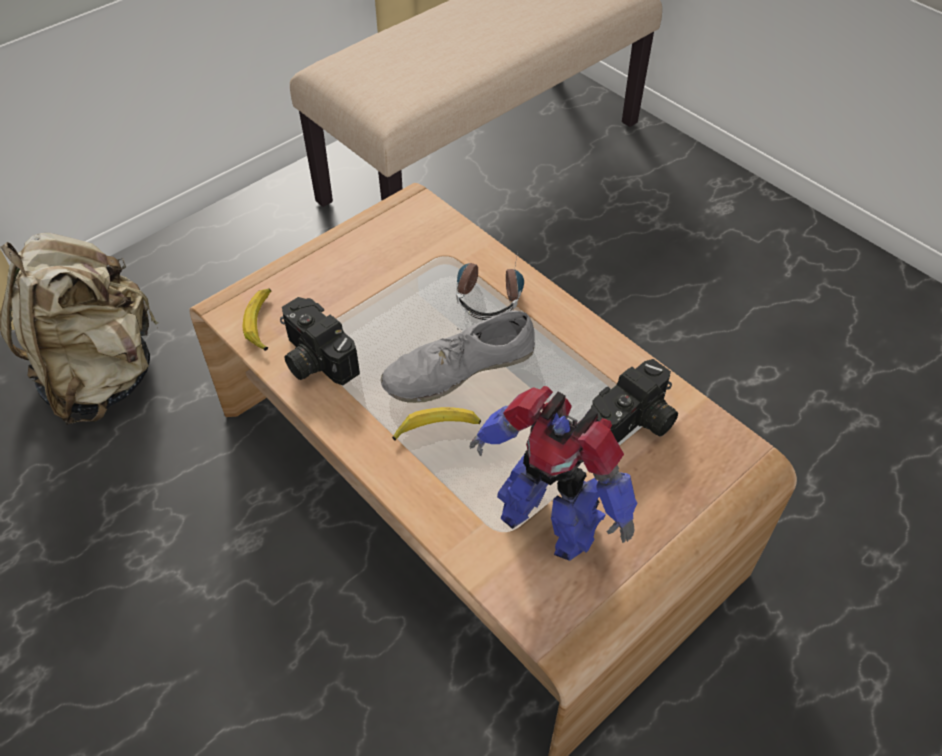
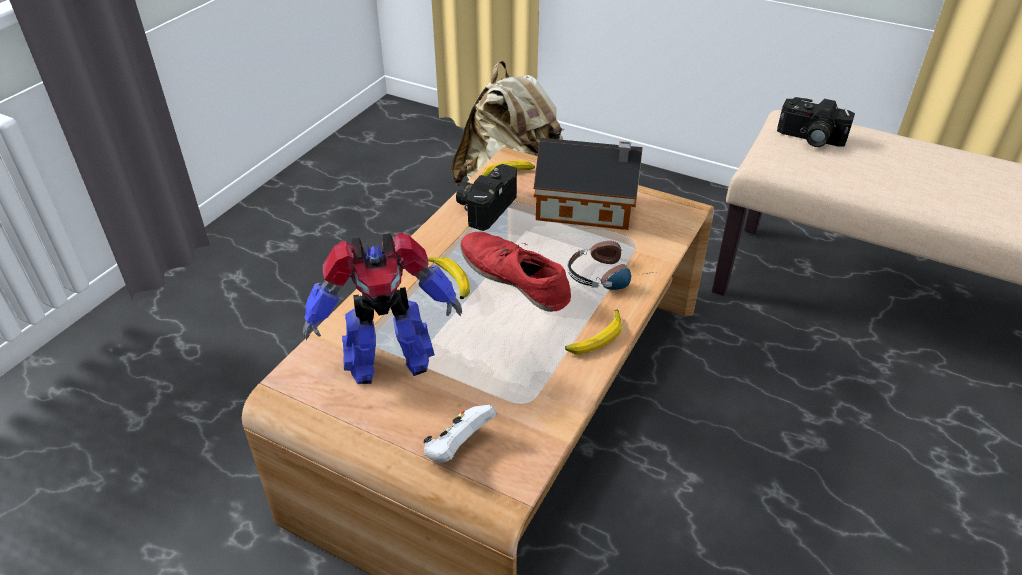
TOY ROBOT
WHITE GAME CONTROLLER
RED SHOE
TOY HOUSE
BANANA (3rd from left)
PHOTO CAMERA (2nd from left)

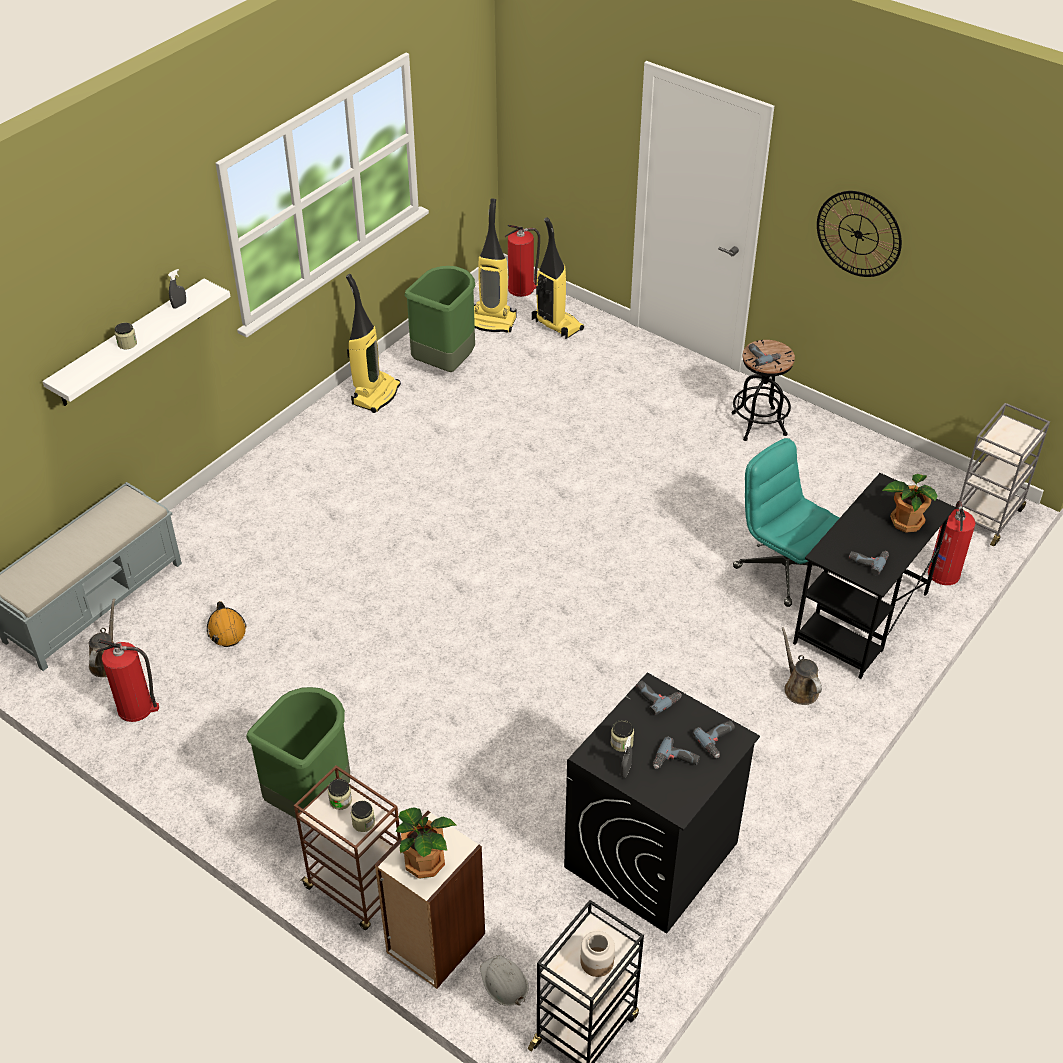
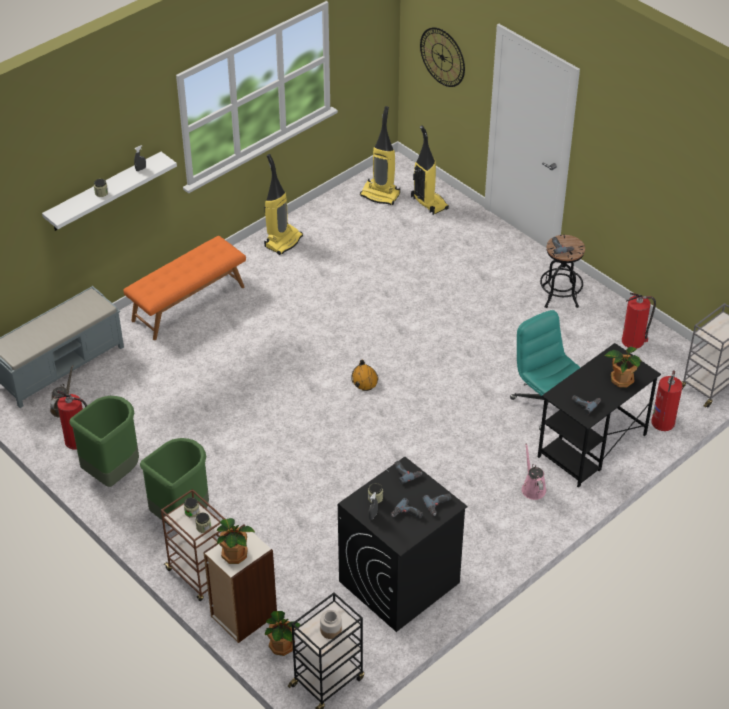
GREEN TRASH CAN (1st from left)
ORANGE BENCH
POTTED PLANT (2nd from left)
ORANGE HARD HAT
WALL CLOCK
PINK WATERING CAN
FIRE EXTINGUISHER (2nd from left)

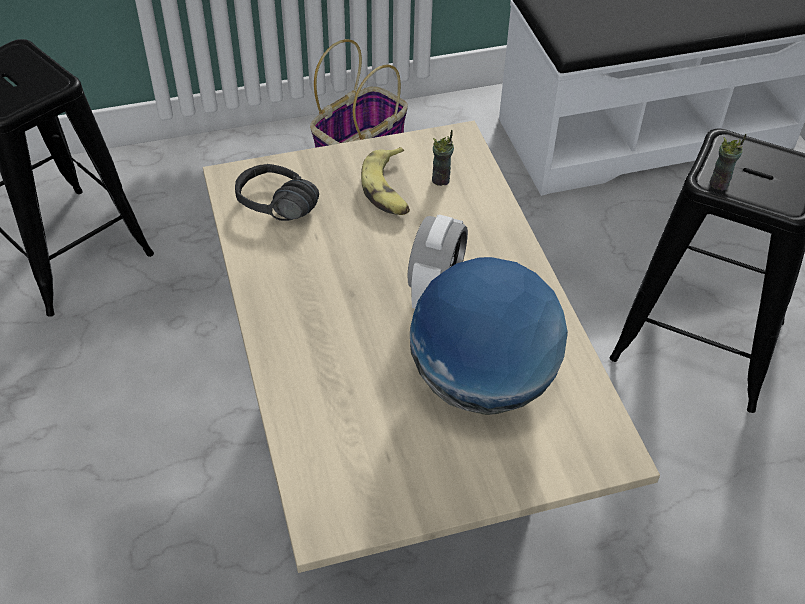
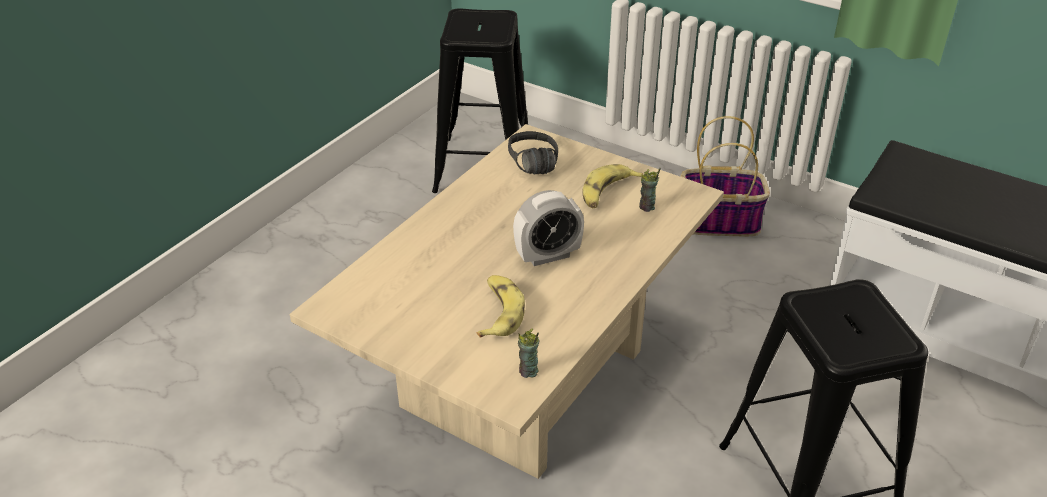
BANANA (1st from left)
CUP (1st from left)

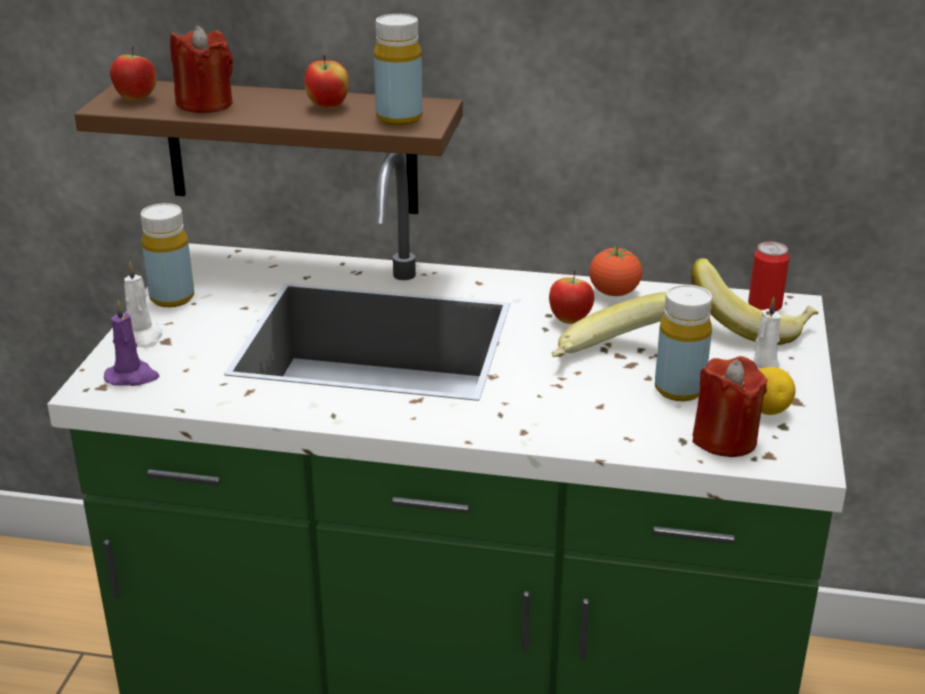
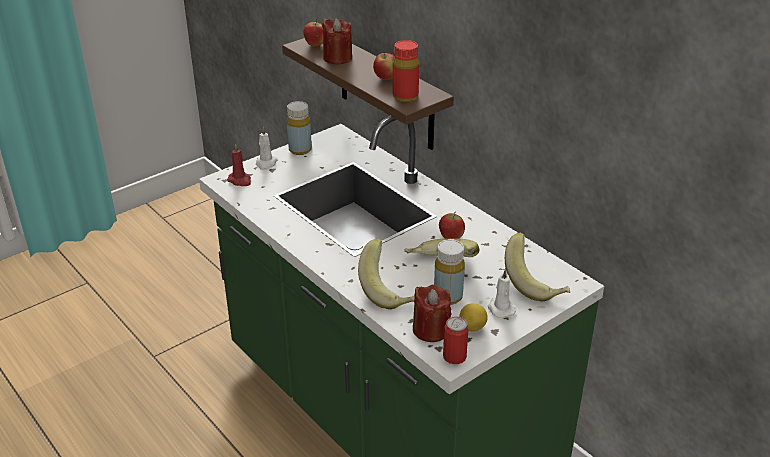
RED CANDLE (1st from left)
BANANA (1st from left)
RED BOTTLE
CAN
TOMATO

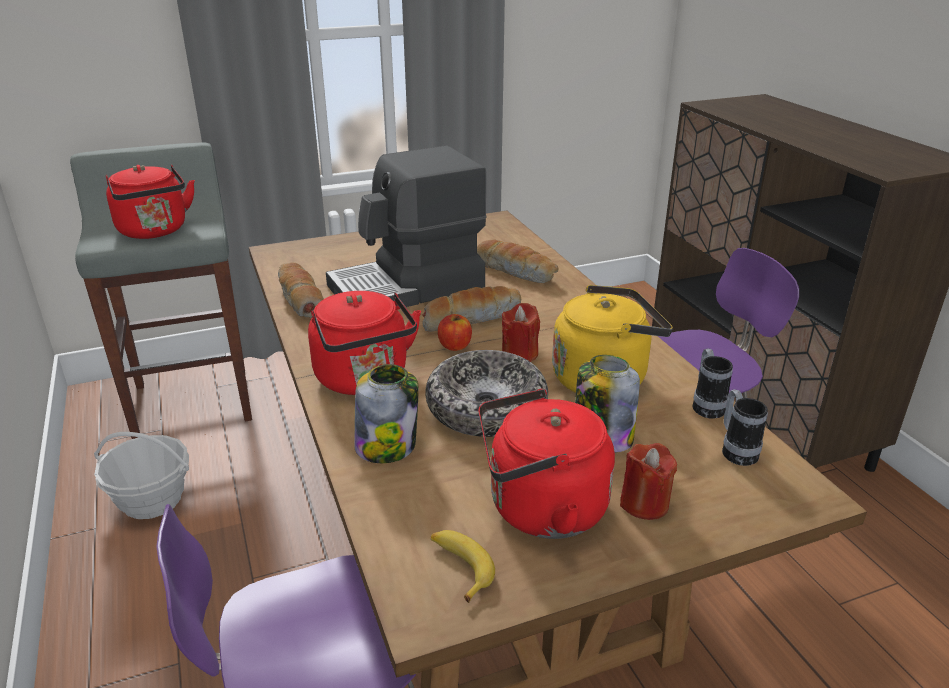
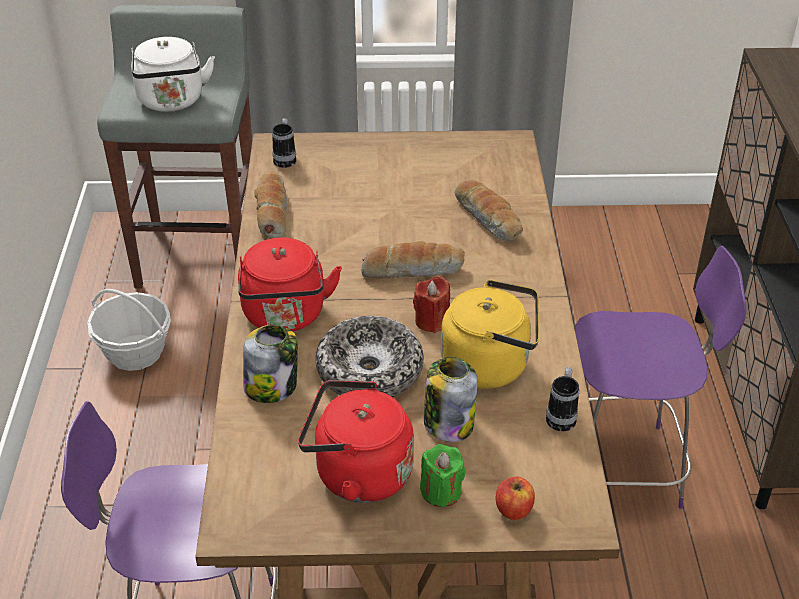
WHITE KETTLE
MUG (1st from left)
GREEN CANDLE
APPLE
COFFEE MACHINE
BANANA

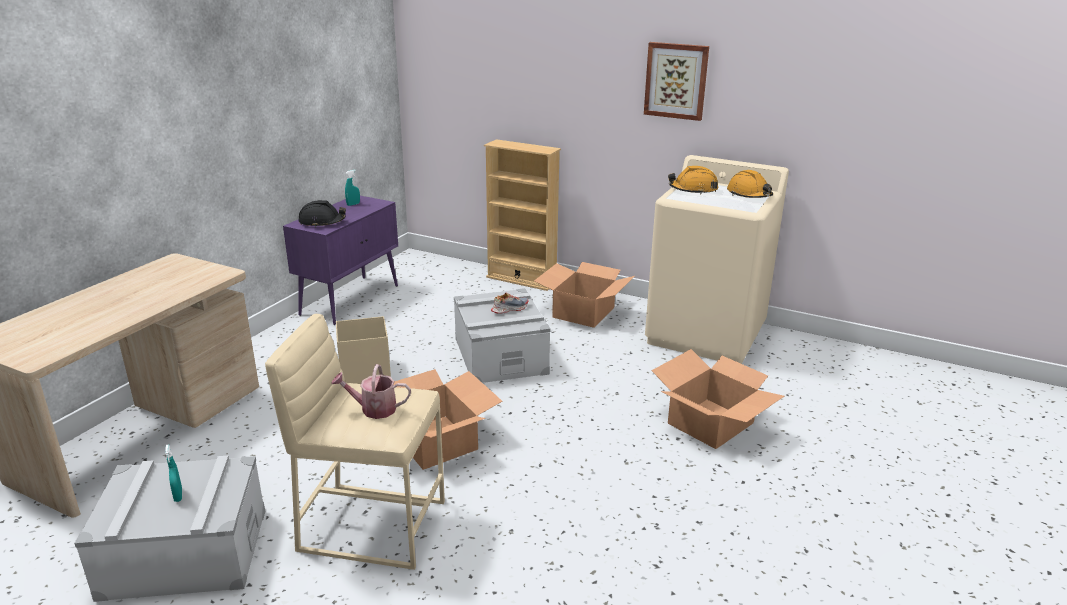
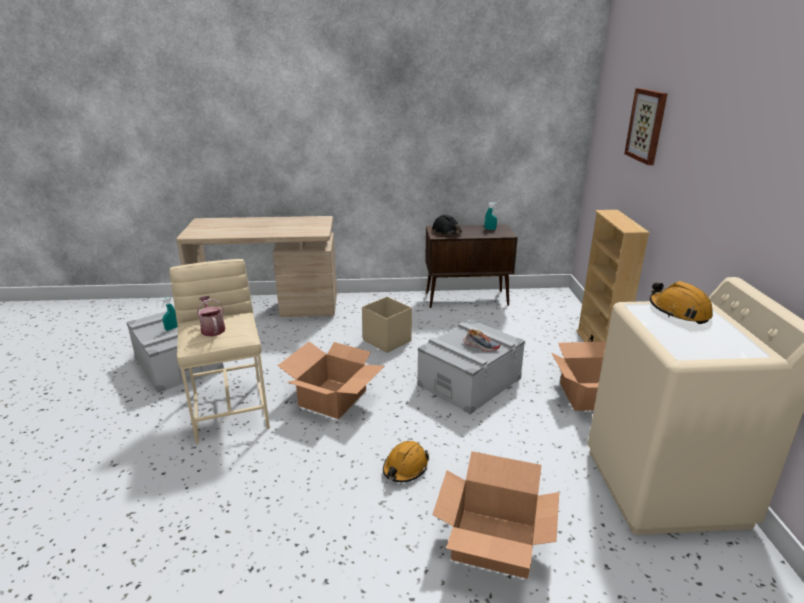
ORANGE HARD HAT (1st from left)
BROWN CABINET
PICTURE

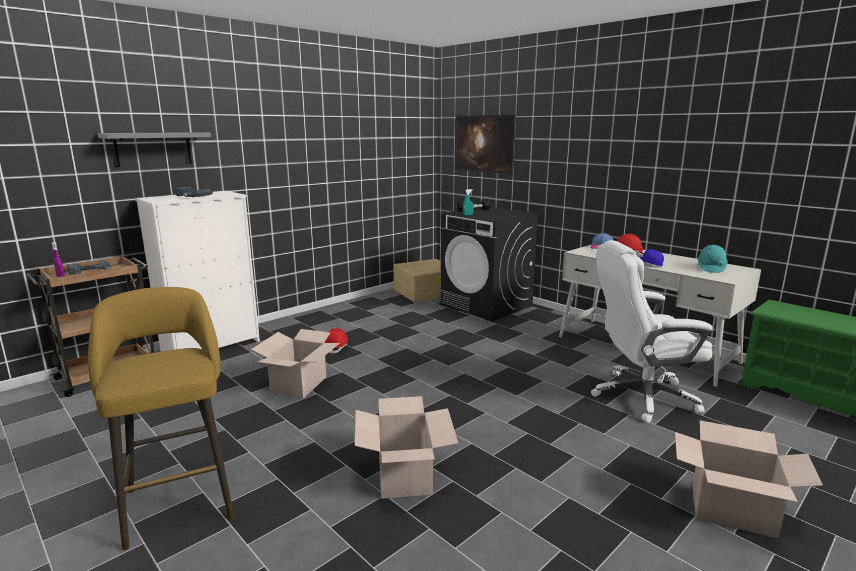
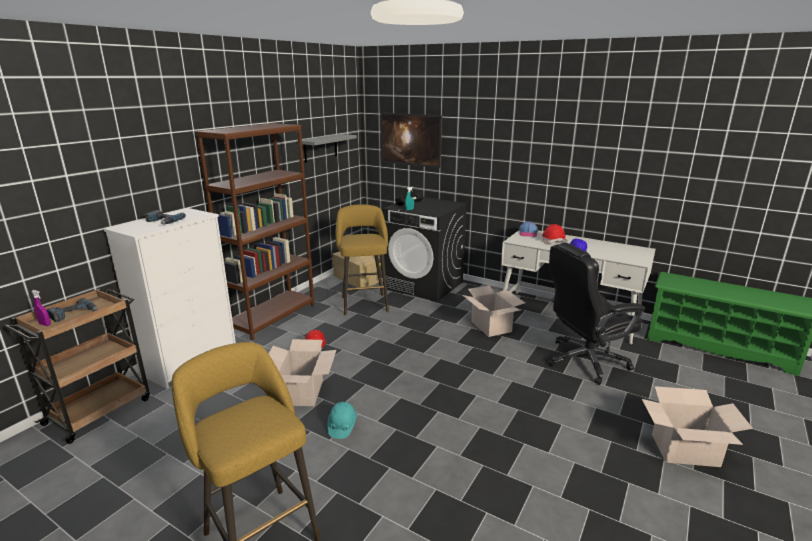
BROWN BOOKCASE
GREY SHELF
TURQUOISE HARD HAT
YELLOW STOOL (2nd from left)
CARDBOARD BOX (2nd from left)
BLACK OFFICE CHAIR

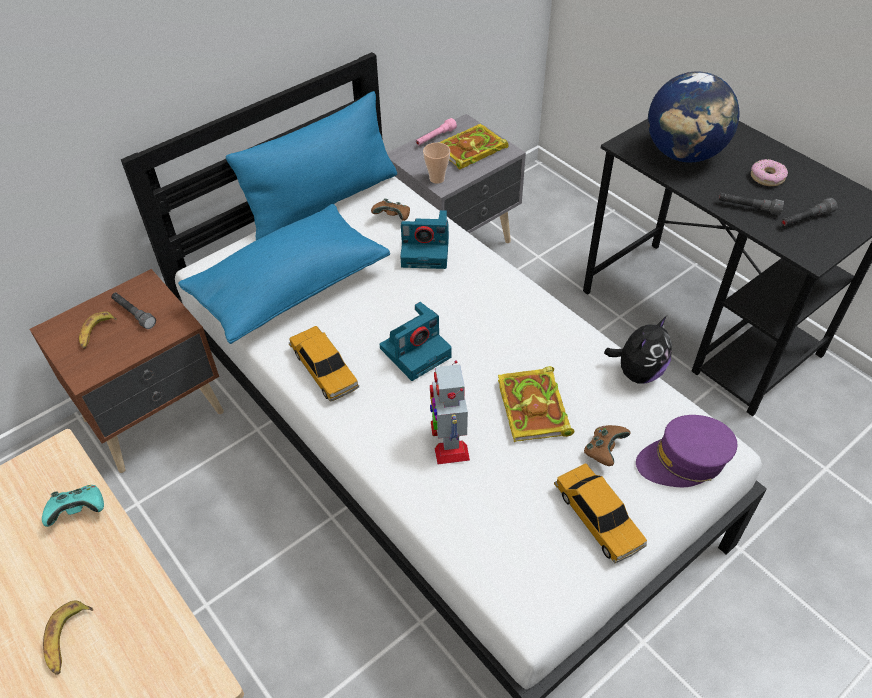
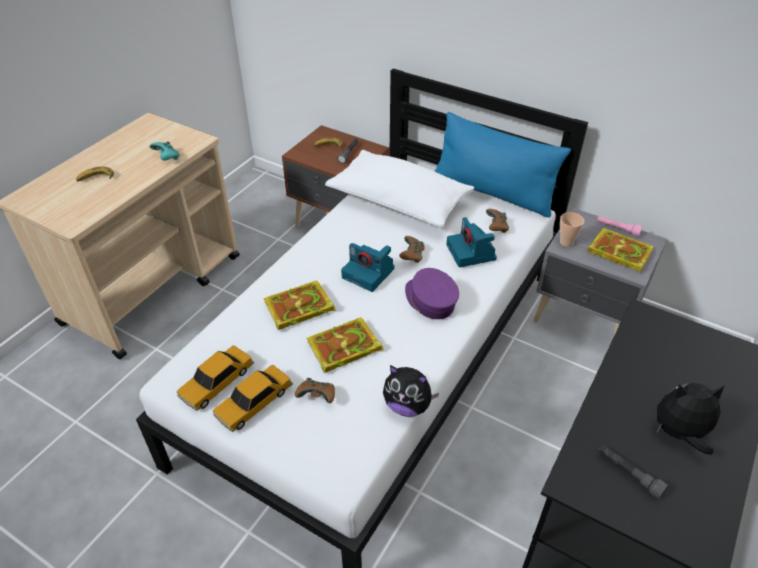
TOY CAR (1st from left)
BOOK (1st from left)
WHITE PILLOW
BROWN GAME CONTROLLER (2nd from left)
PURPLE CAP
PLUSH TOY (2nd from left)
GLOBE
GREY FLASHLIGHT (2nd from left in the first image)

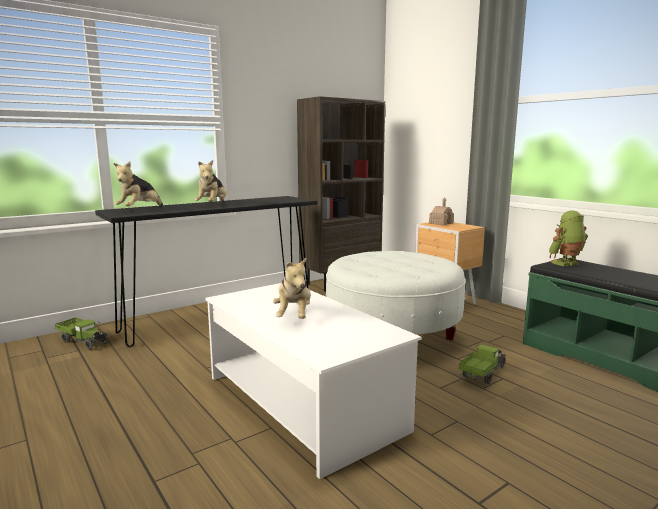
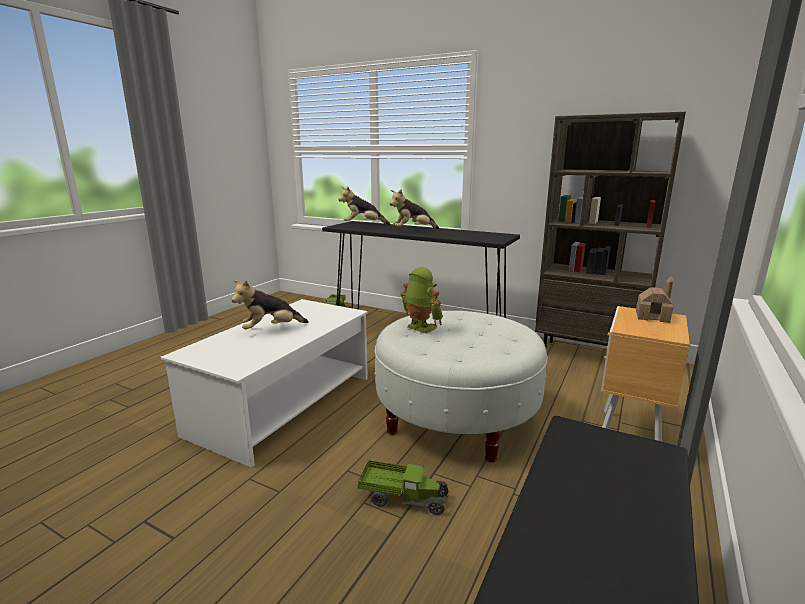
TOY ROBOT

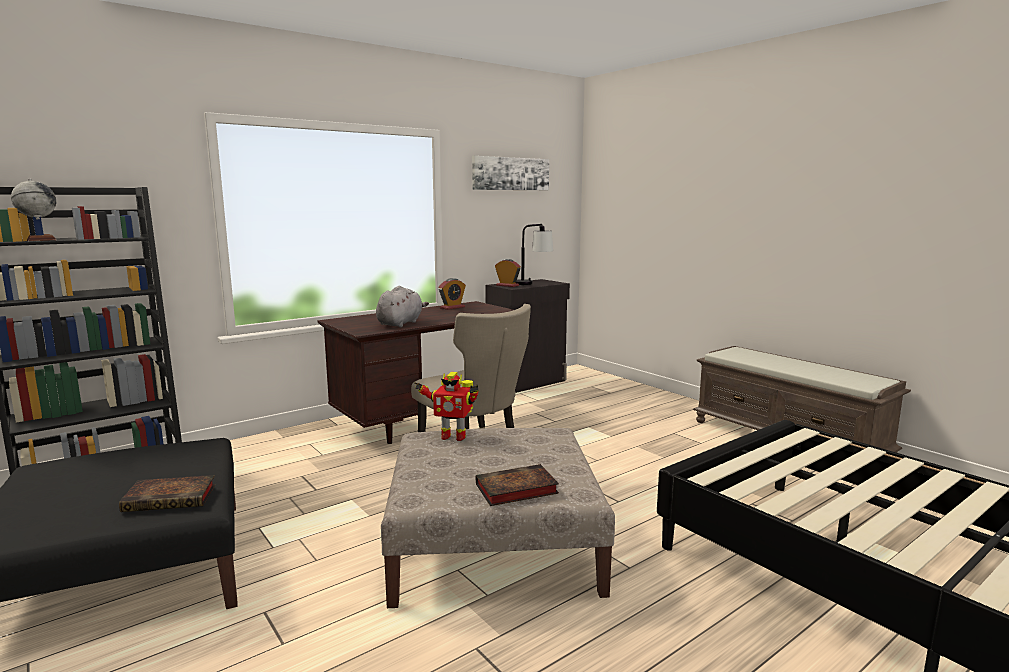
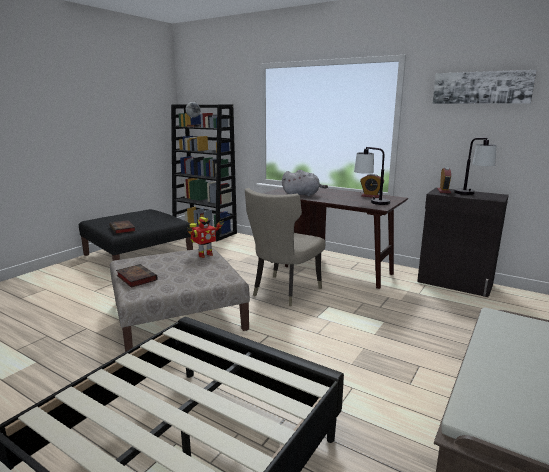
TOY ROBOT
TABLE LAMP (1st from left)

